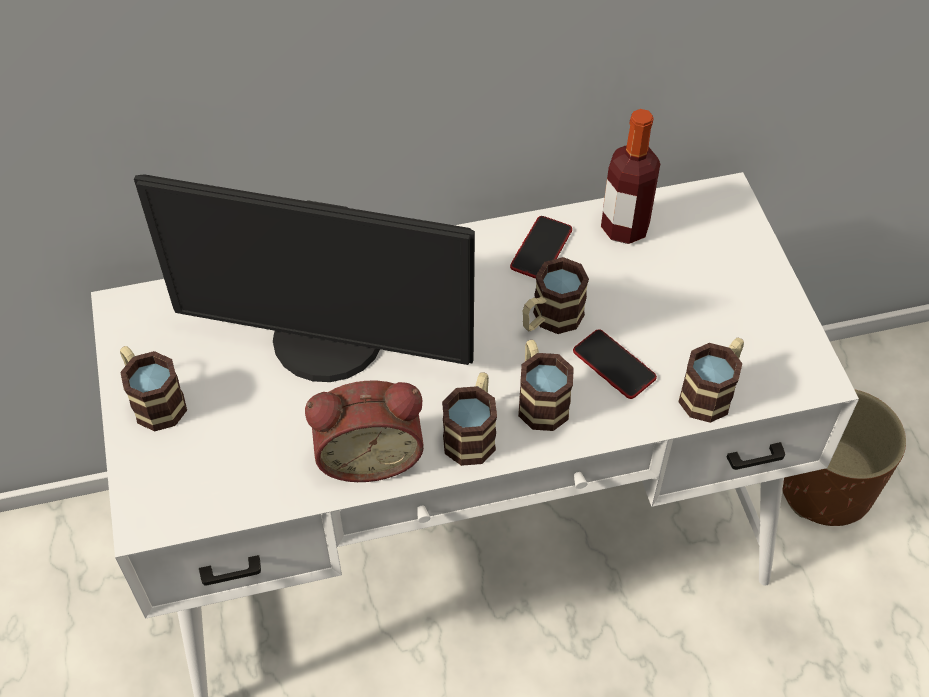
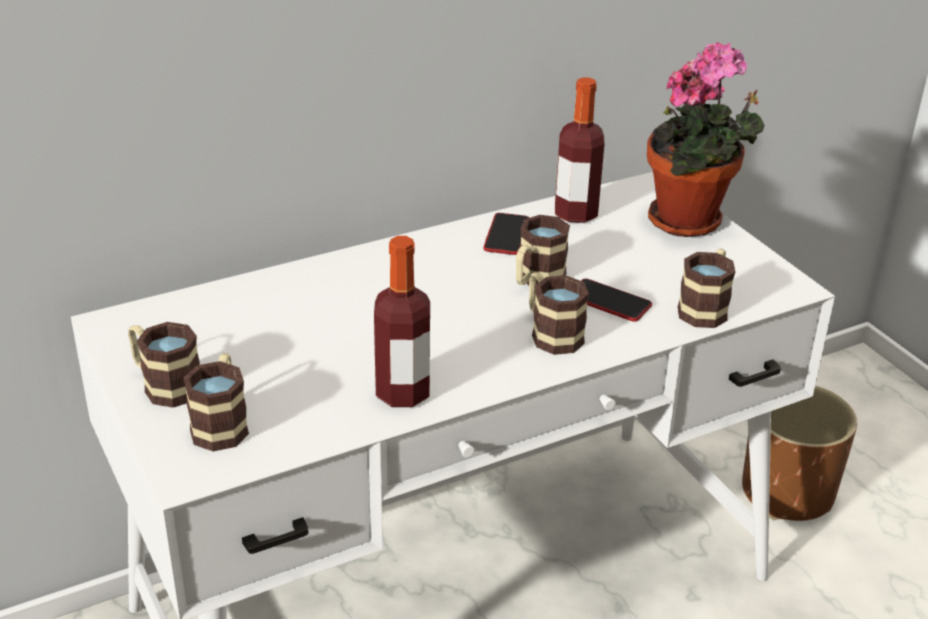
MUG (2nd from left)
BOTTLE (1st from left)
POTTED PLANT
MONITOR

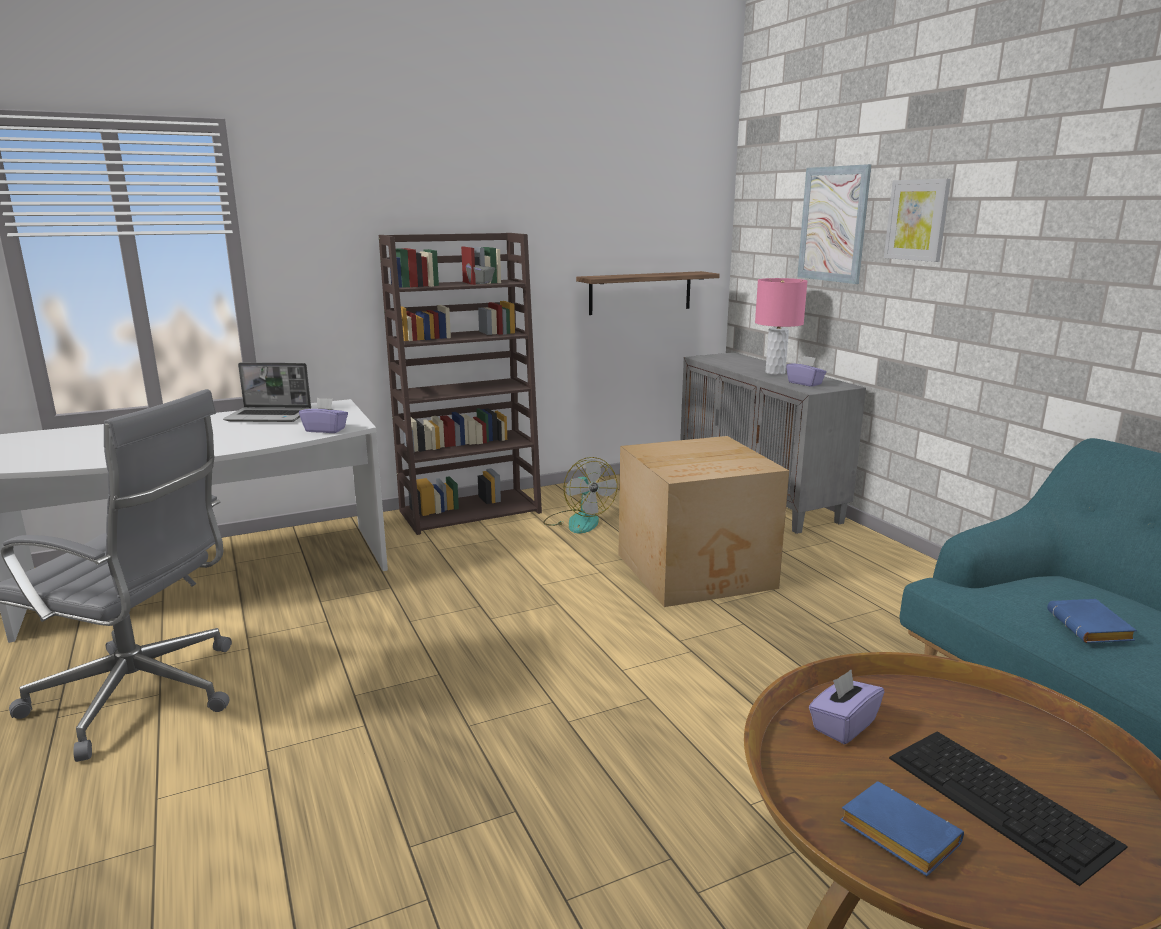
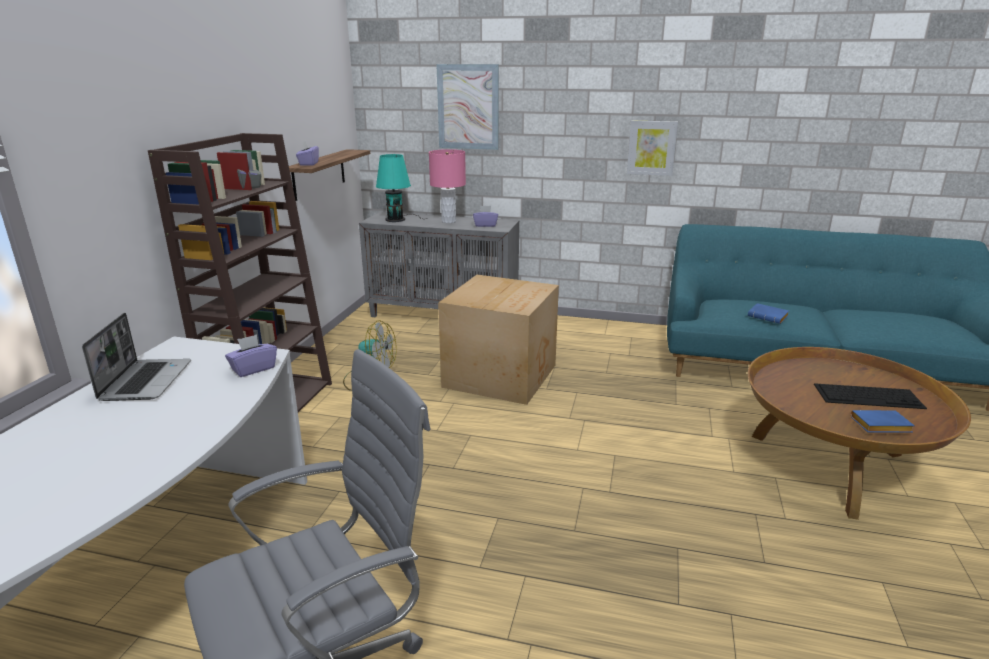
LAPTOP
PURPLE TISSUE BOX (2nd from left)
TURQUOISE TABLE LAMP
PICTURE (2nd from left)

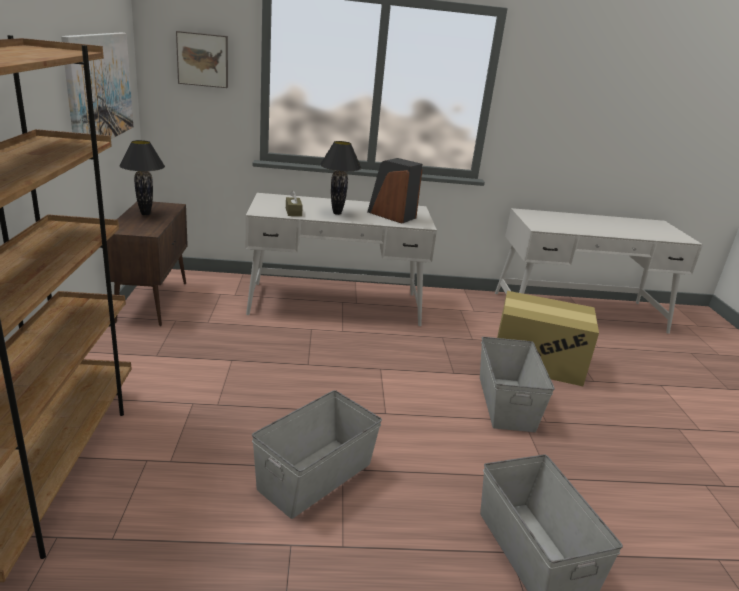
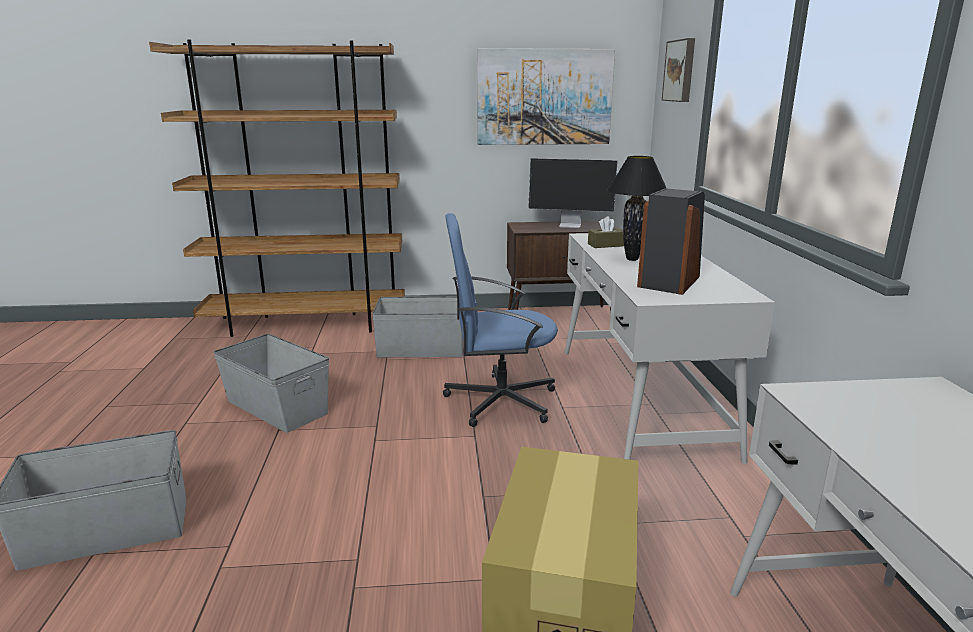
GREY STORAGE BOX (3rd from left)
BLUE OFFICE CHAIR
MONITOR

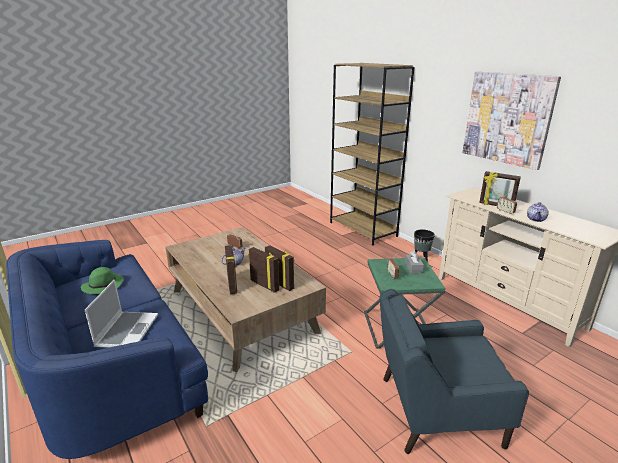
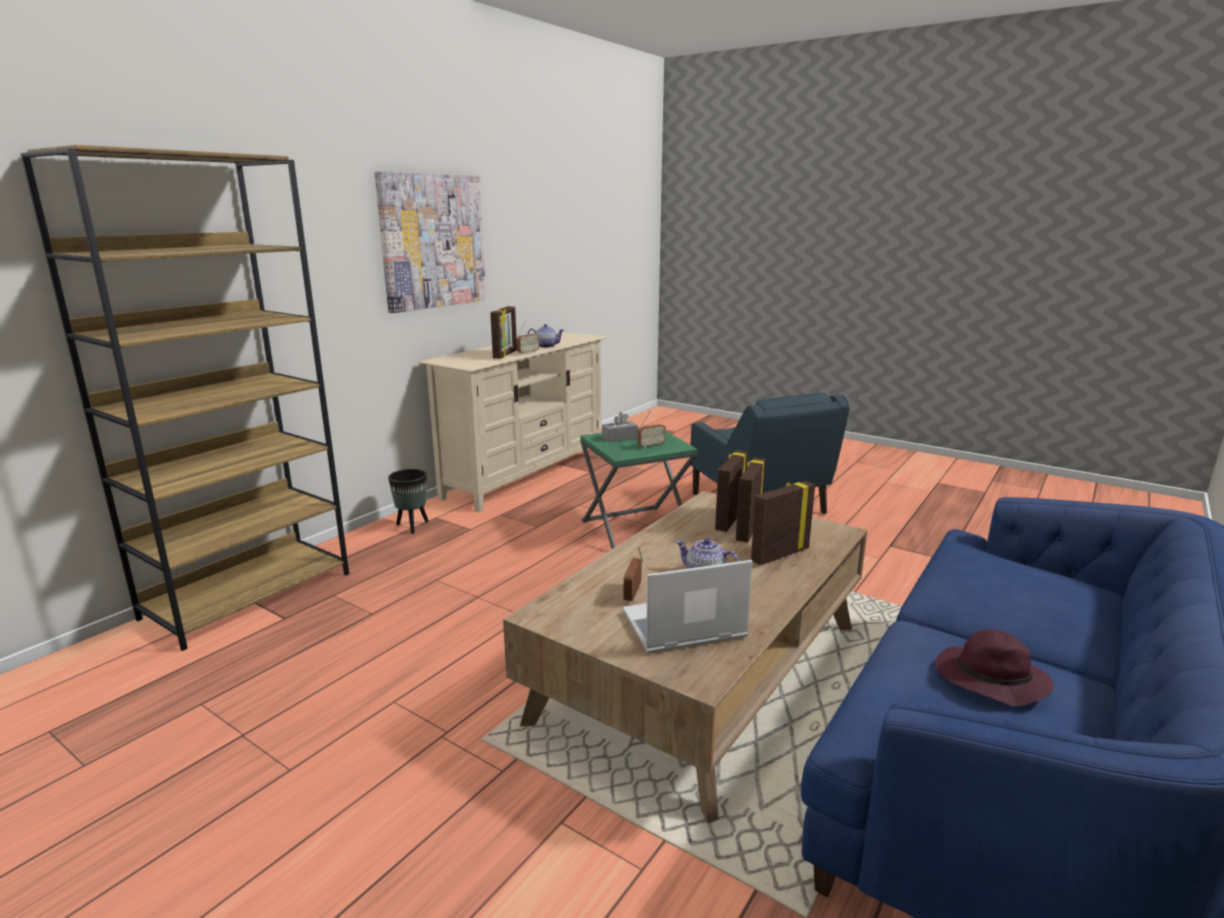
LAPTOP
PURPLE HAT

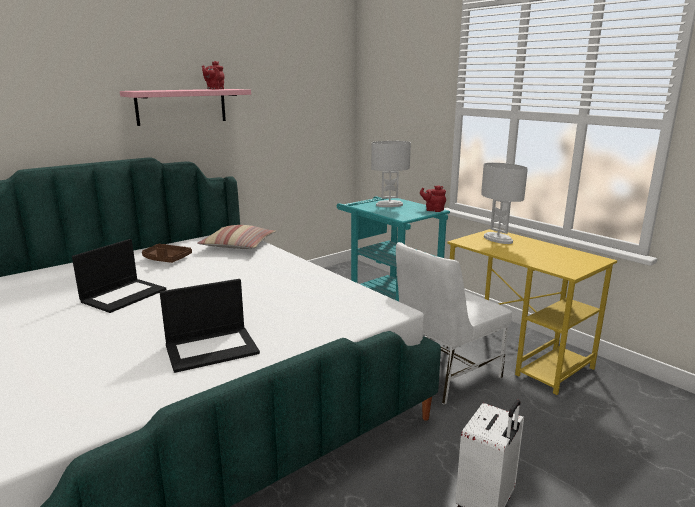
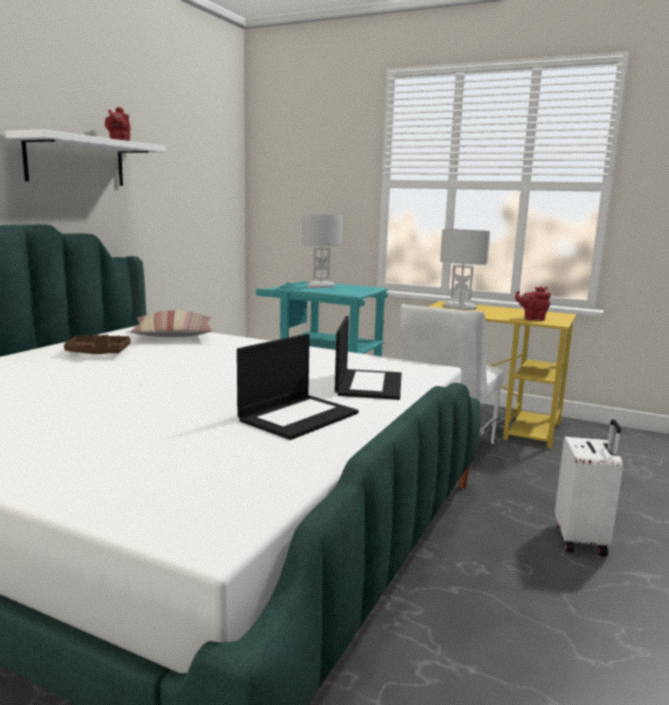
WHITE SHELF
LAPTOP (2nd from left)
RED TEAPOT (2nd from left)

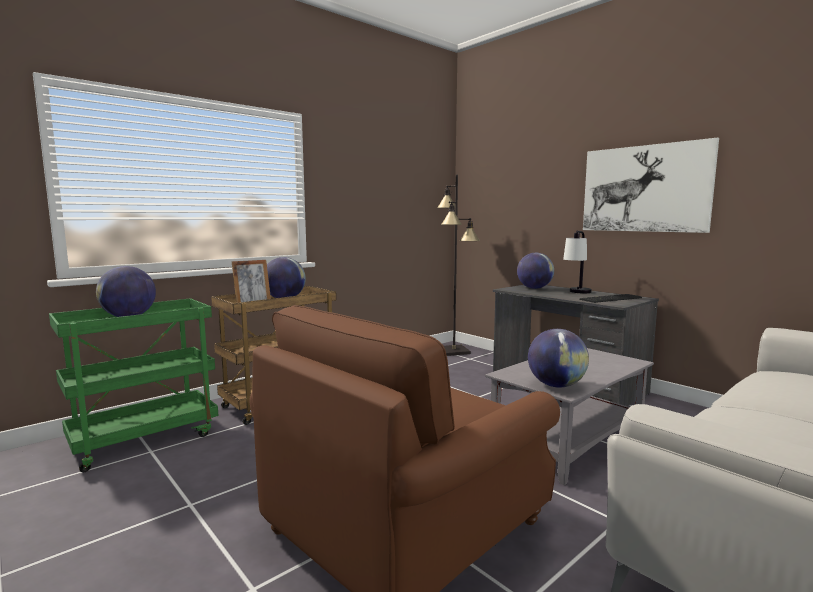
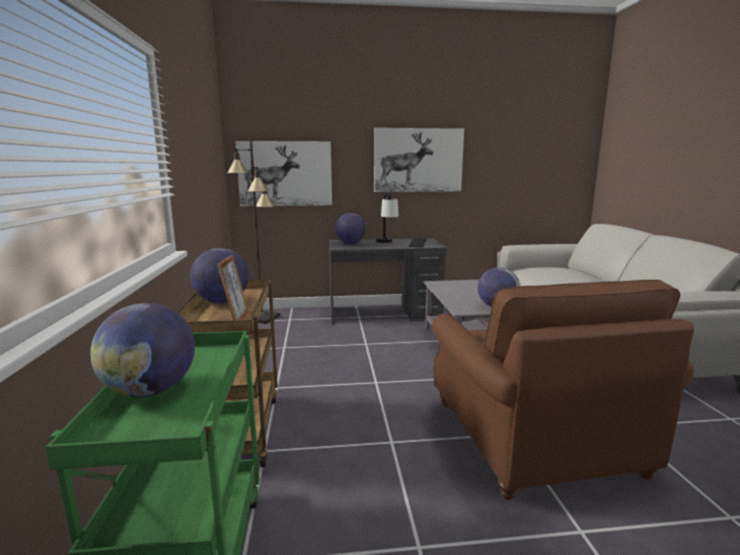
PICTURE (1st from left)

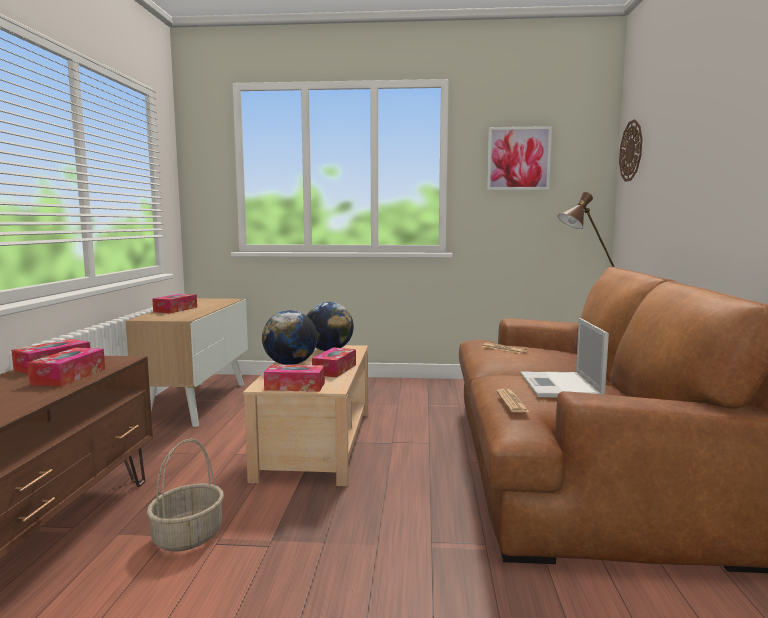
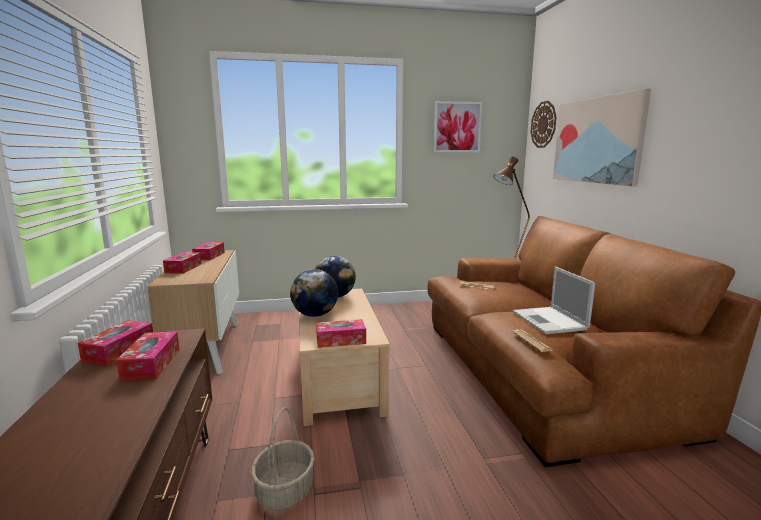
TISSUE BOX (4th from left)
PICTURE (2nd from left)

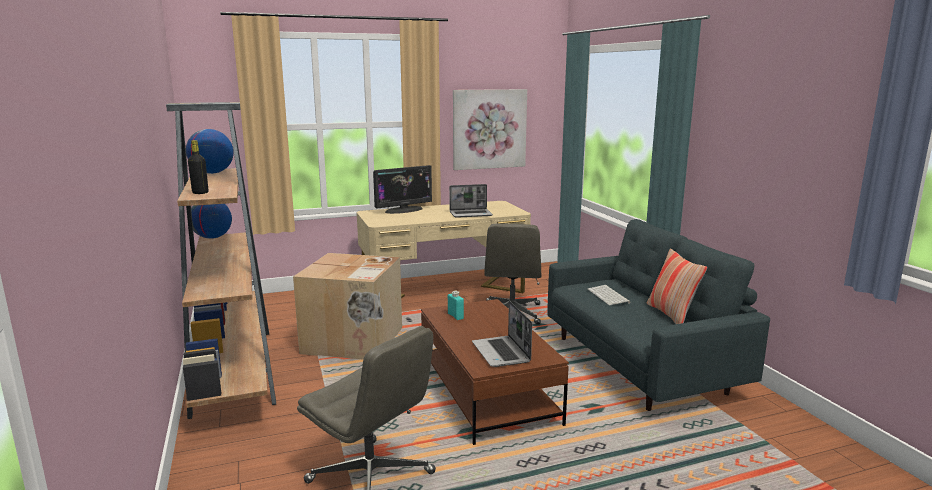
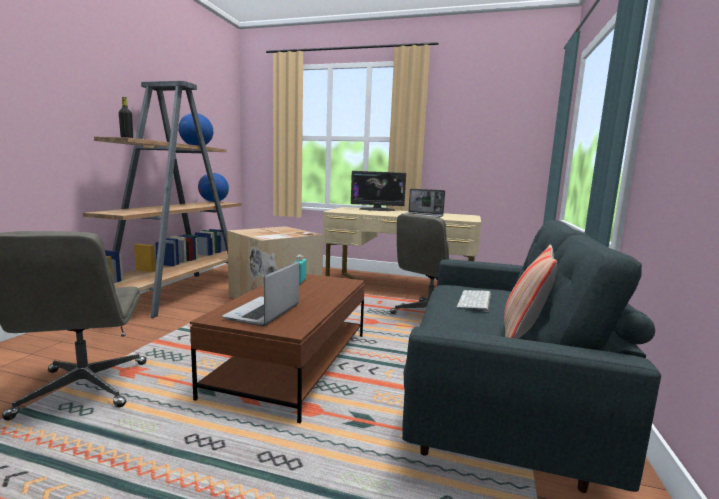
PICTURE

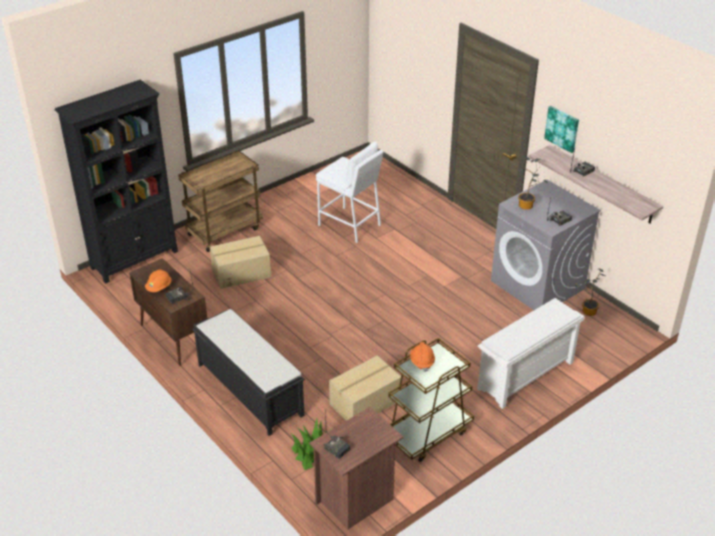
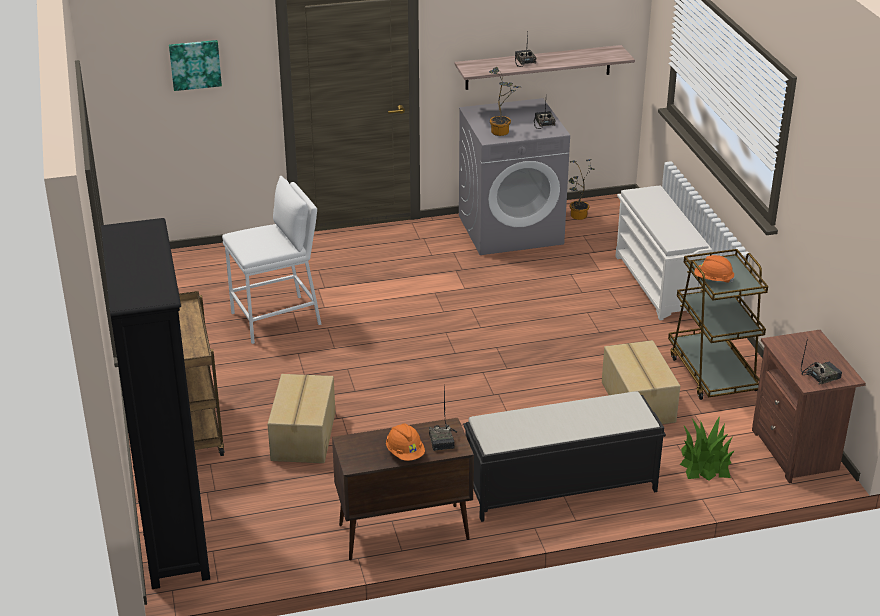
PICTURE

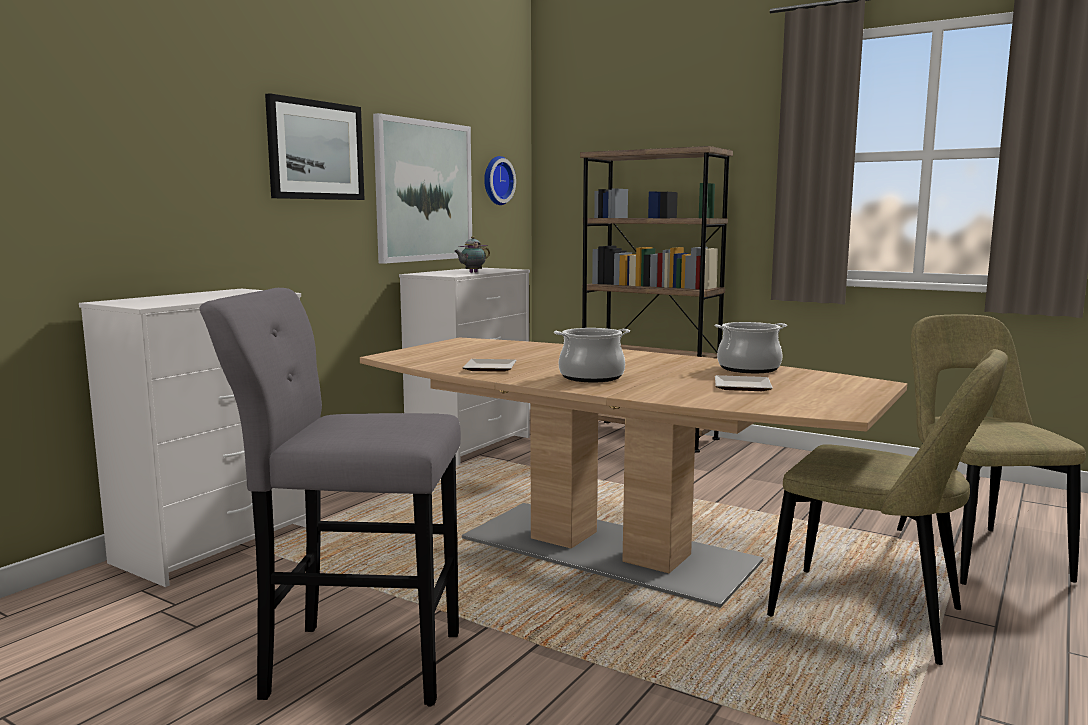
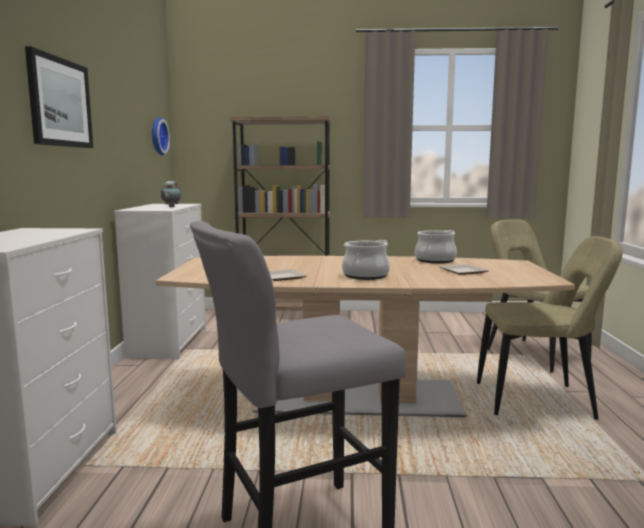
PICTURE (2nd from left in the first image)

